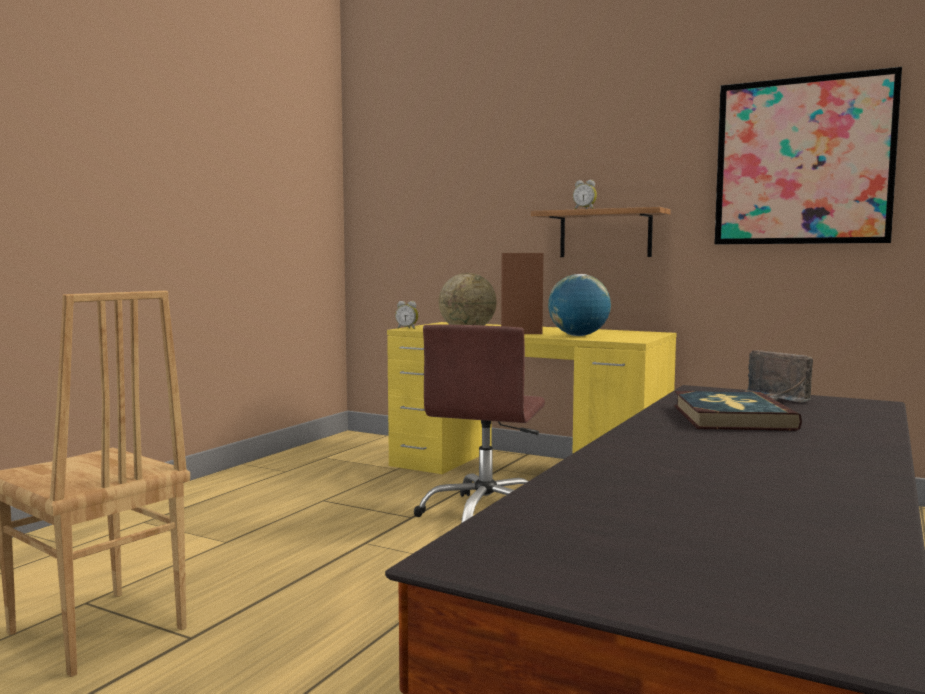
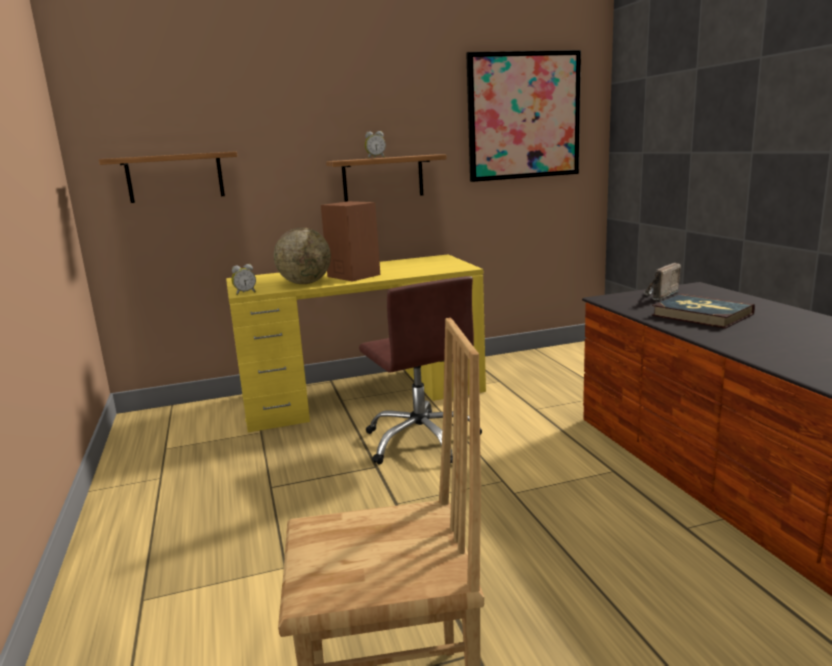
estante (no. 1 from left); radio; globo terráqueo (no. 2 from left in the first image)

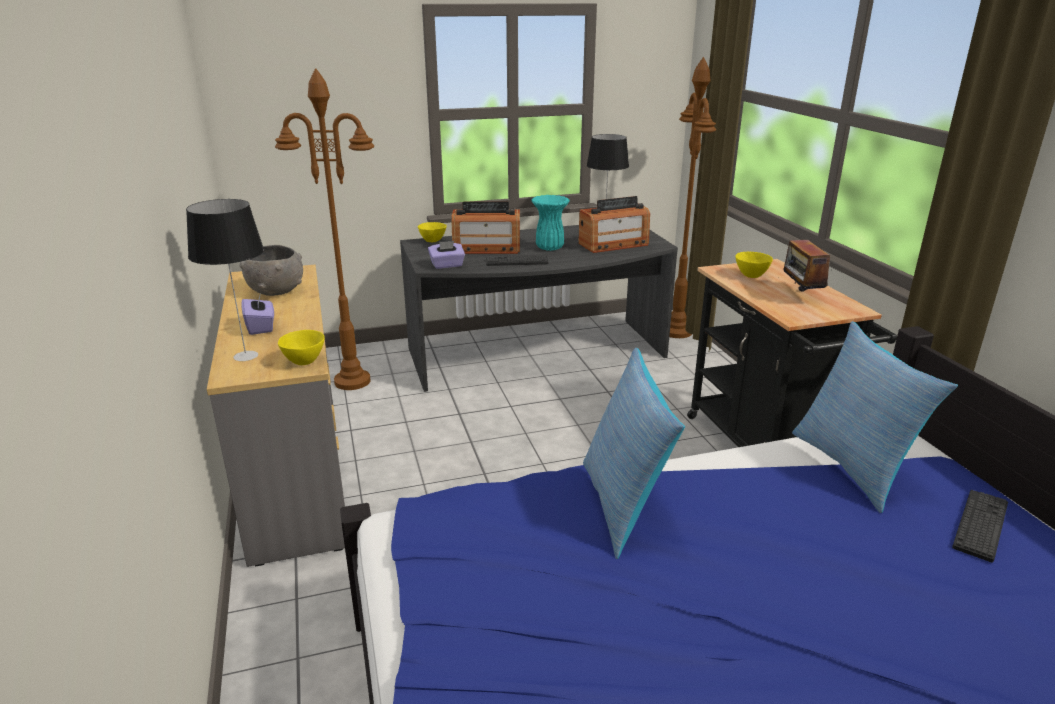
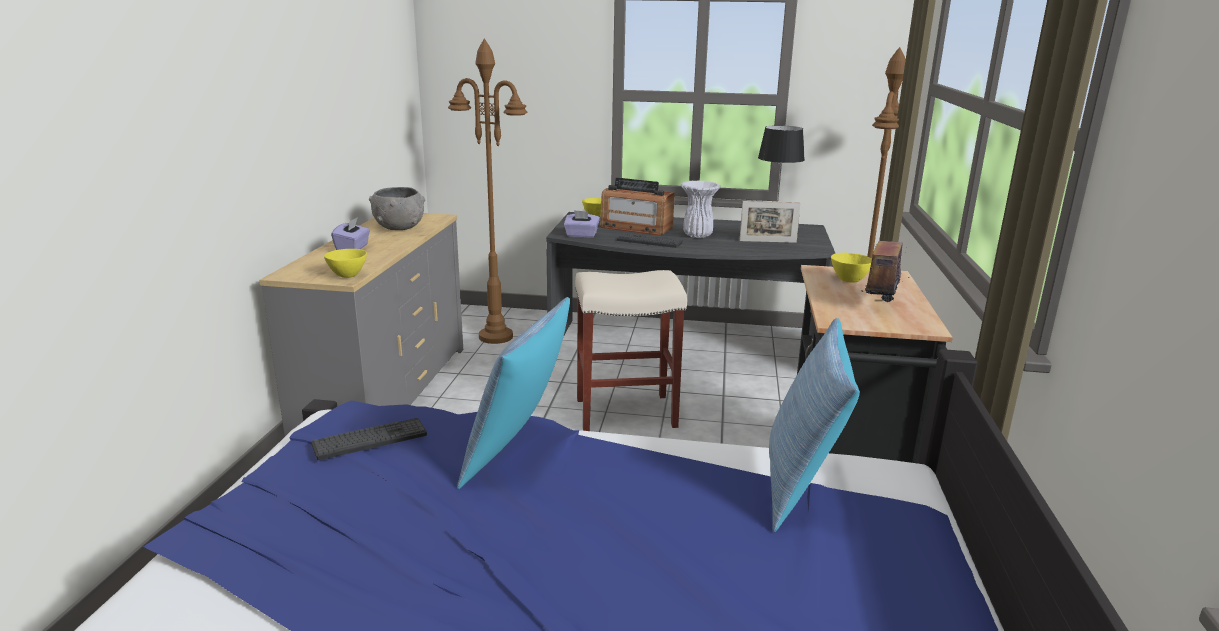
teclado (no. 1 from left); taburete (beis); florero (blanco); portarretratos; lámpara de mesa (no. 1 from left in the first image)

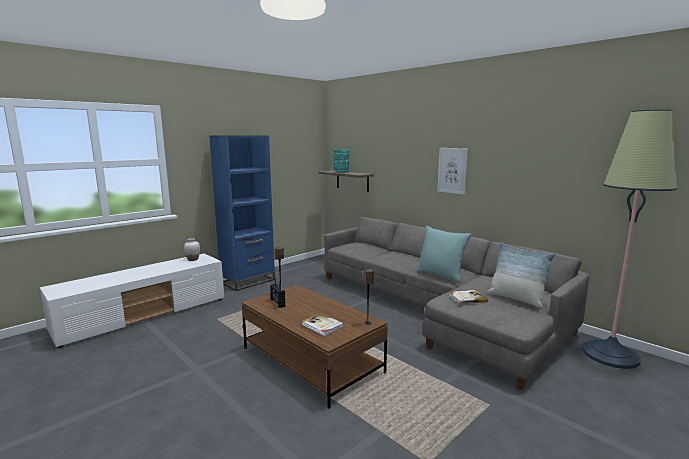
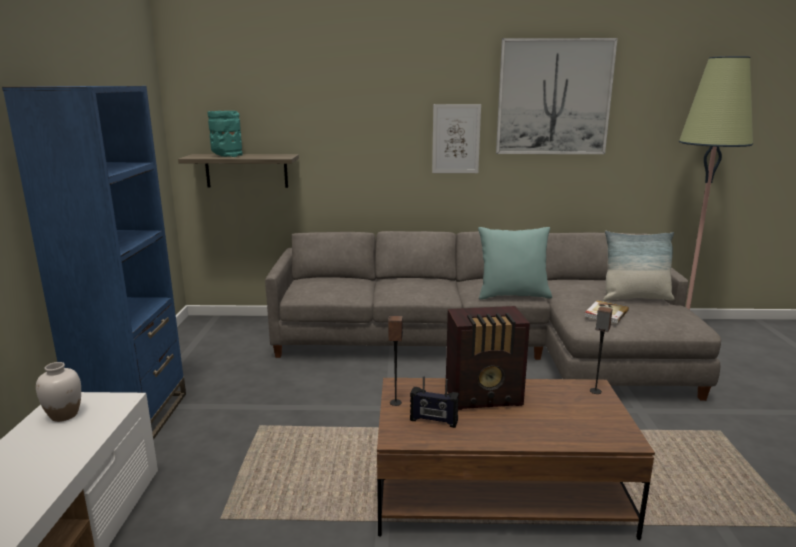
radio (no. 2 from left); cuadro (no. 2 from left); libro (no. 1 from left in the first image)

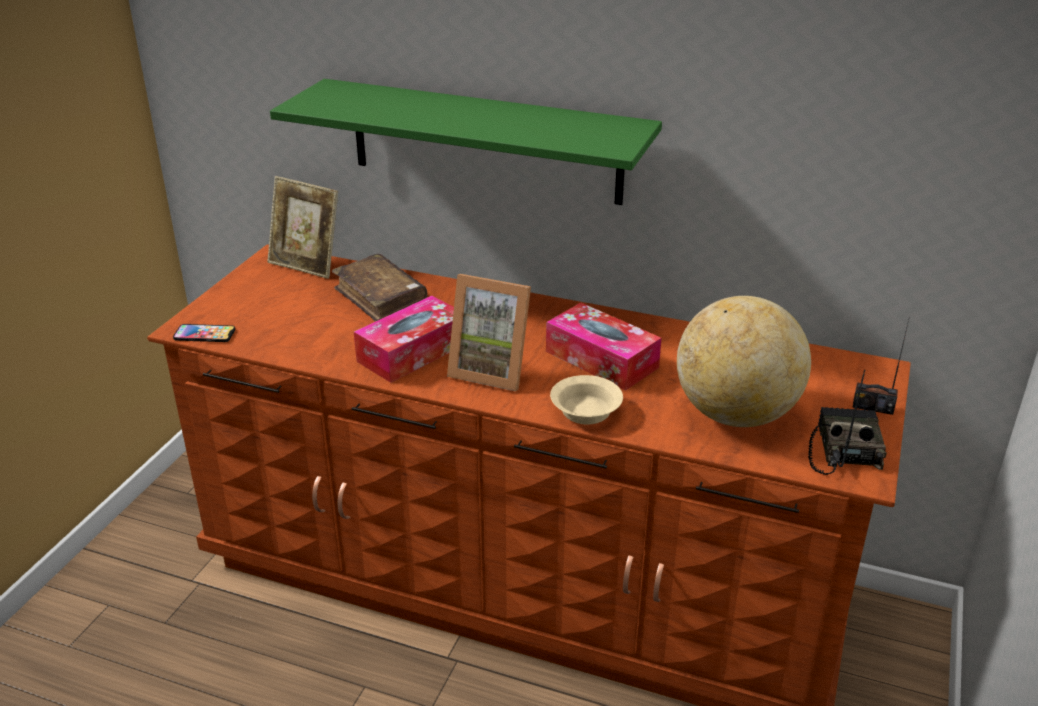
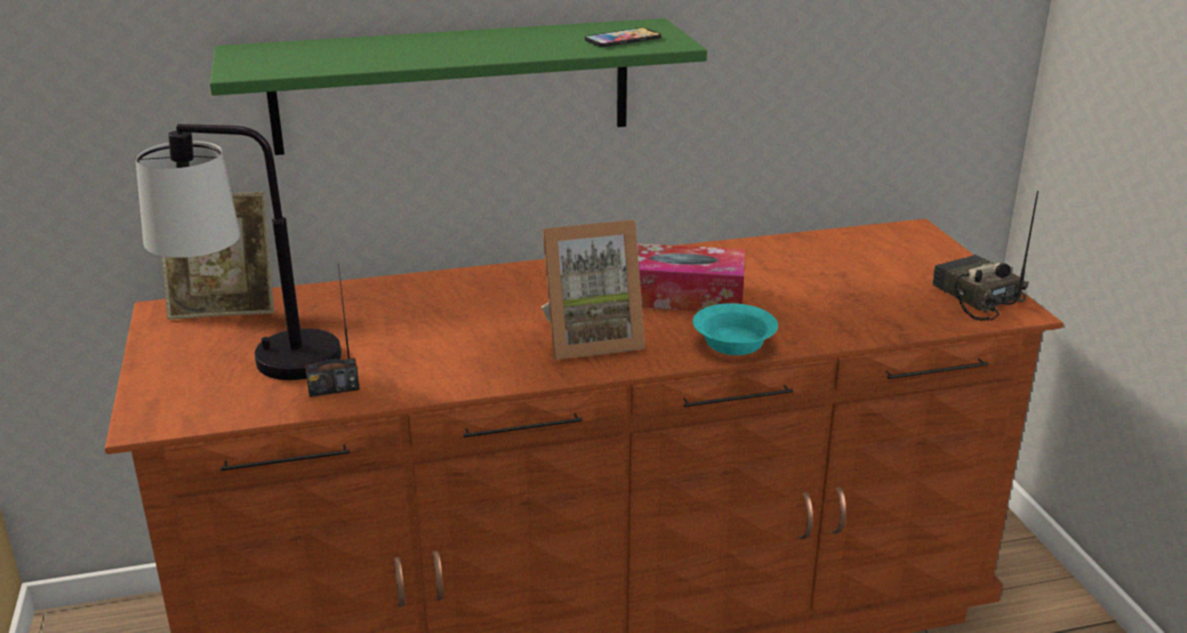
lámpara de mesa; radio (no. 1 from left); móvil; cuenco (turquesa); libro (marrón); caja de pañuelos (no. 1 from left in the first image); globo terráqueo

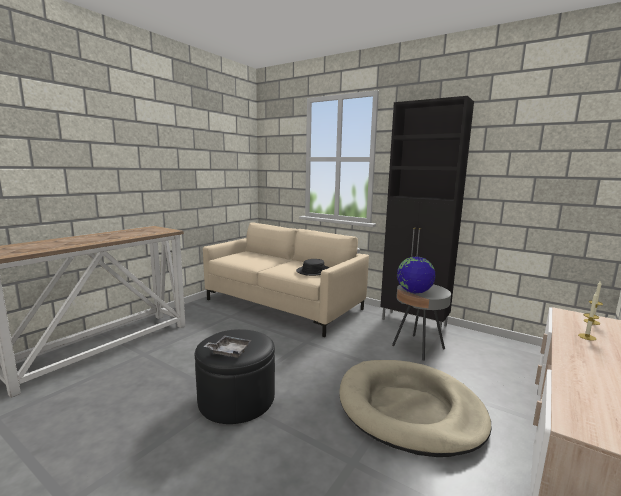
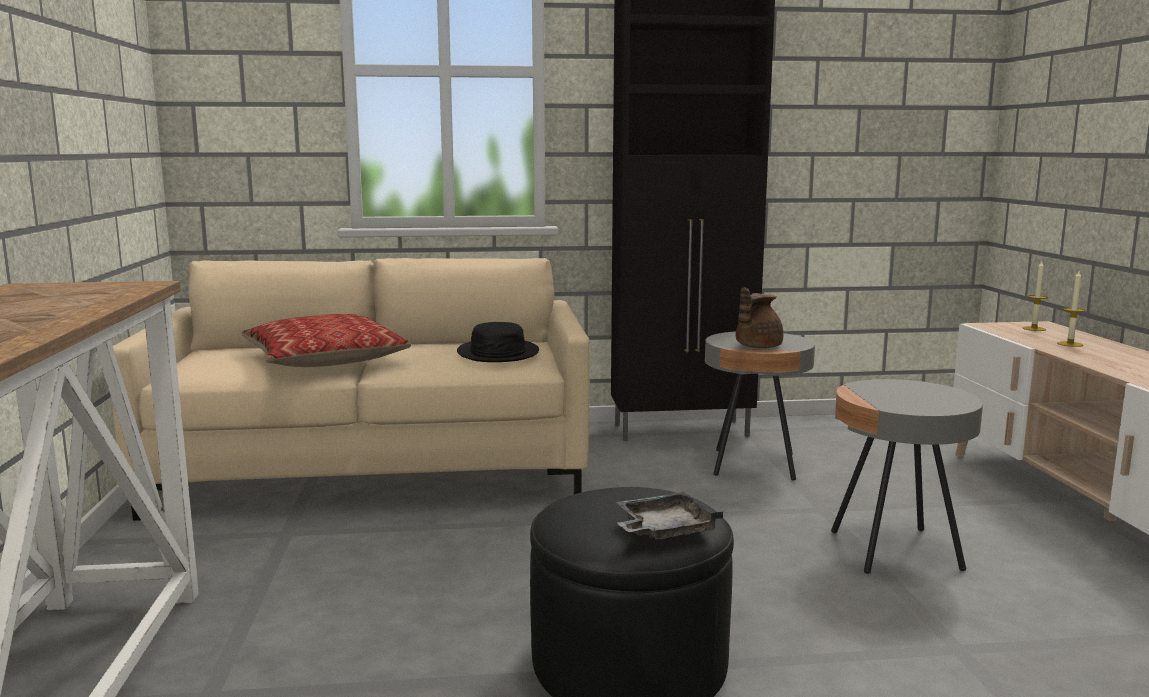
cojín; tetera (marrón); mesa auxiliar (gris) (no. 2 from left)

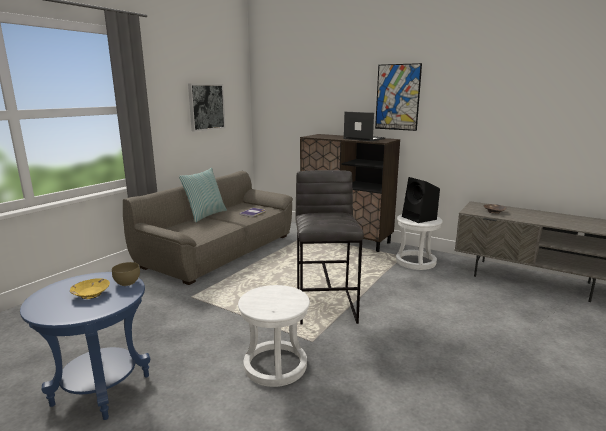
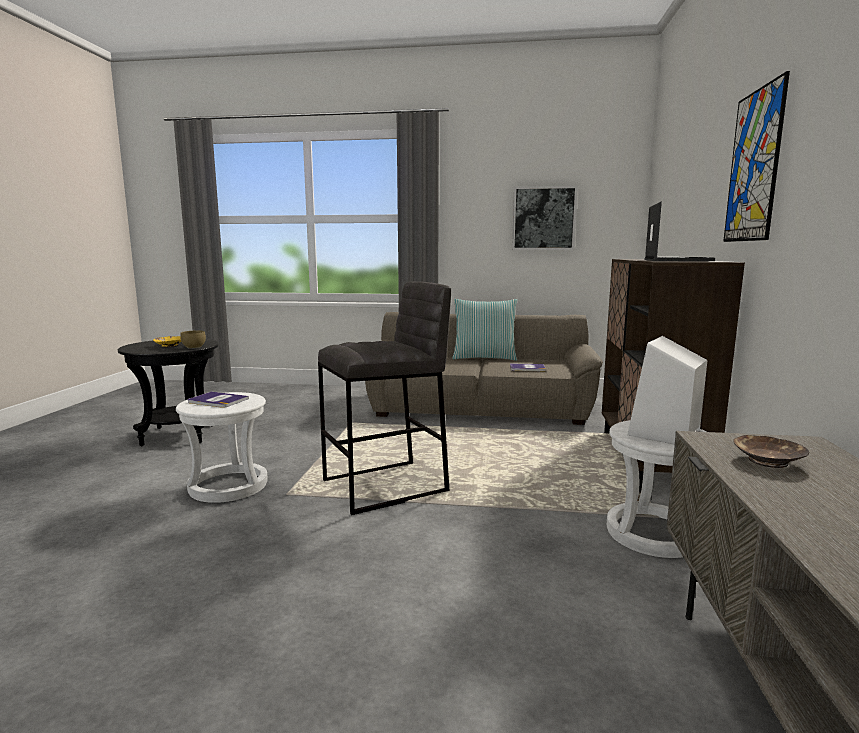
mesa auxiliar (negro); libro (no. 1 from left); altavoz (blanco)

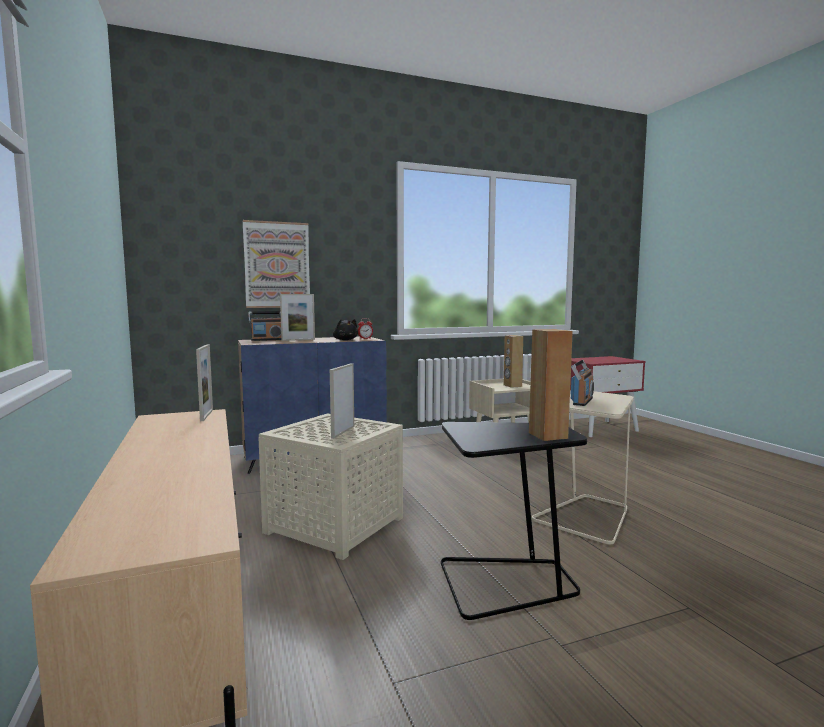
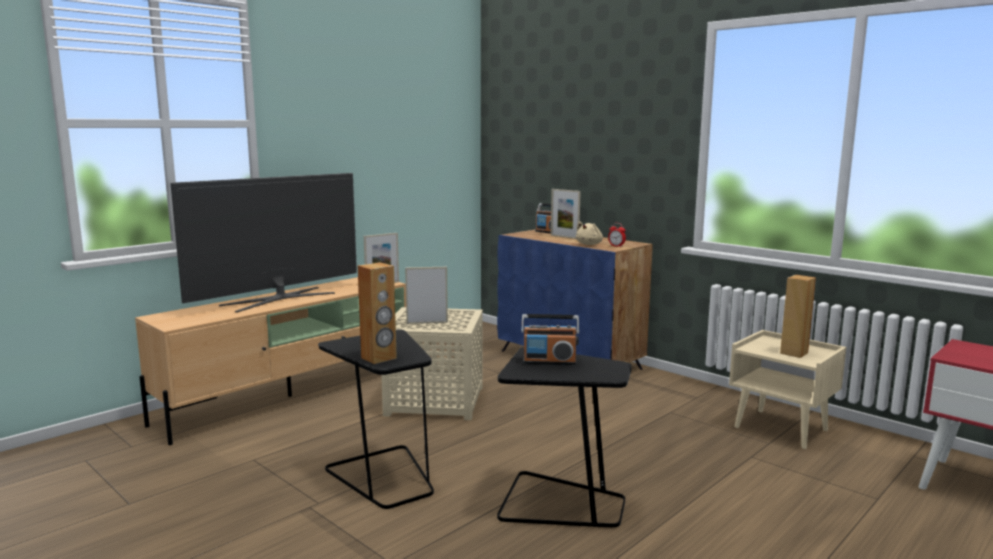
televisor; mesa auxiliar (negro) (no. 2 from left); peluche (beis); cuadro

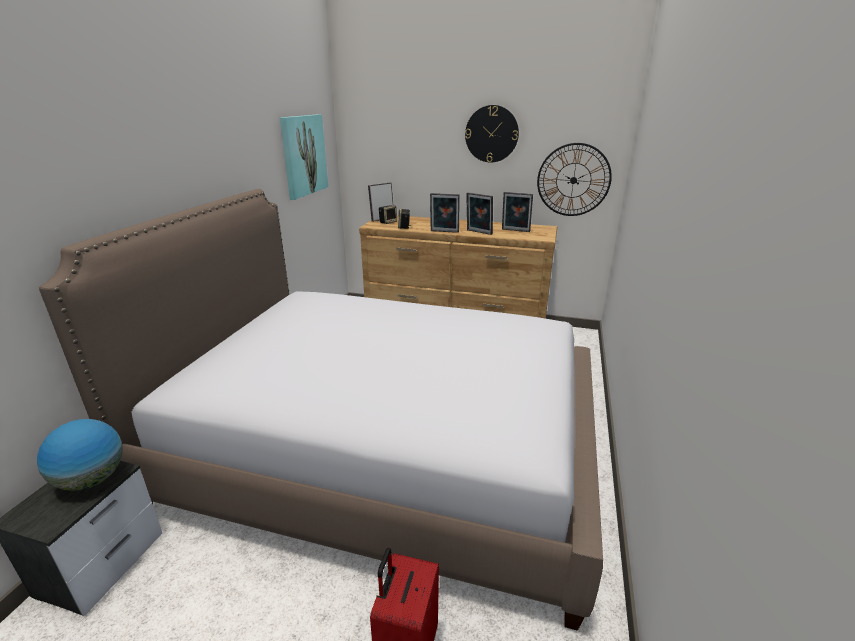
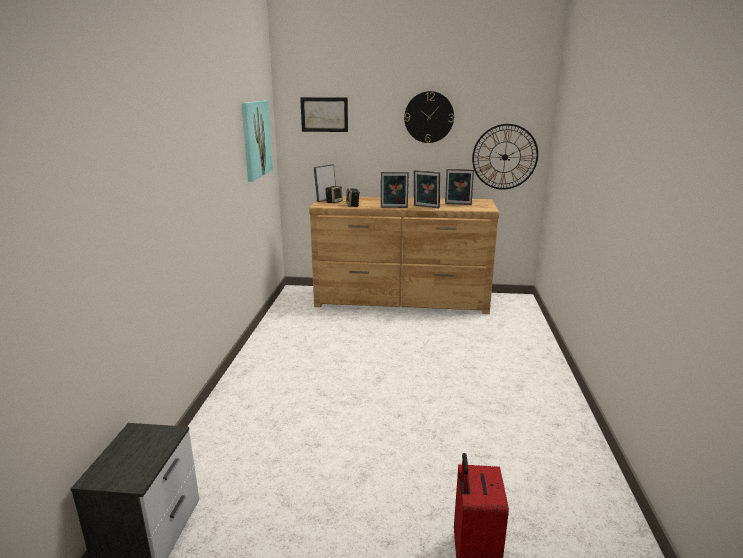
cuadro (no. 2 from left); globo terráqueo; cama

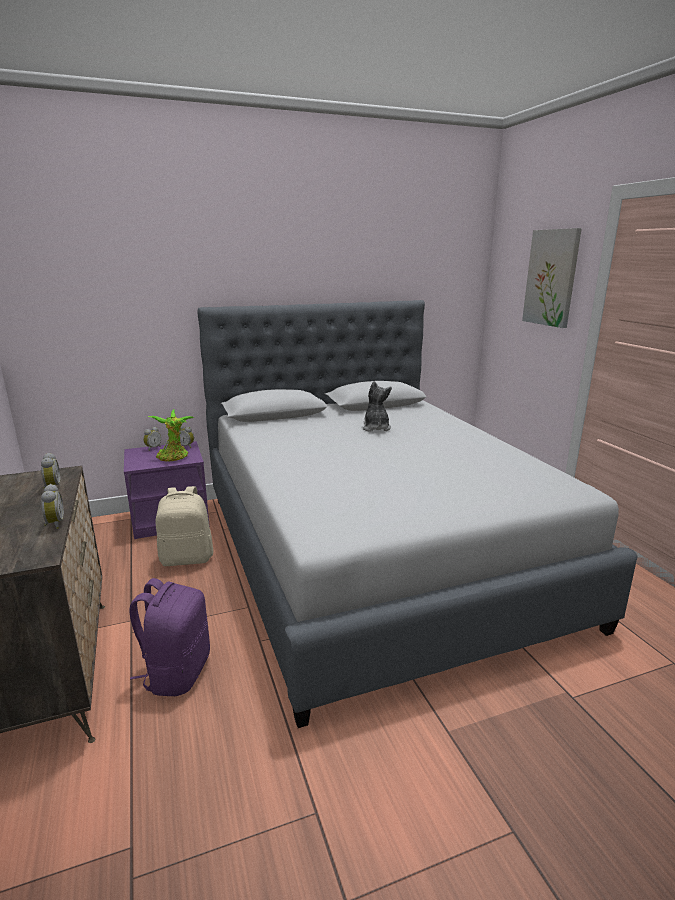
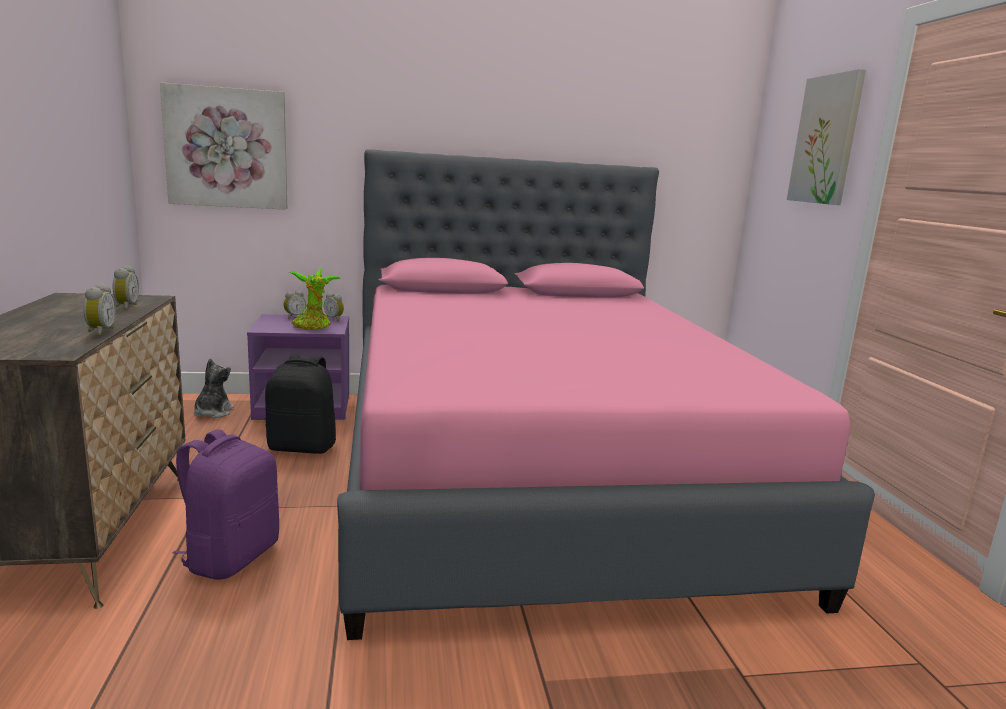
cuadro (no. 1 from left); peluche; mochila (negro); cama (rosa)

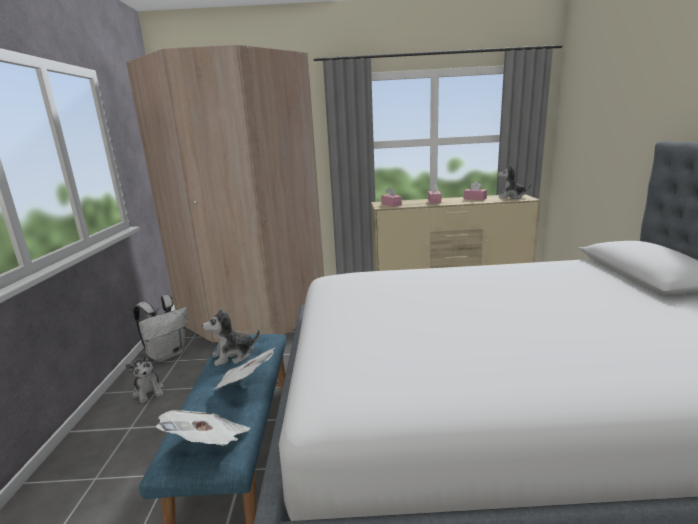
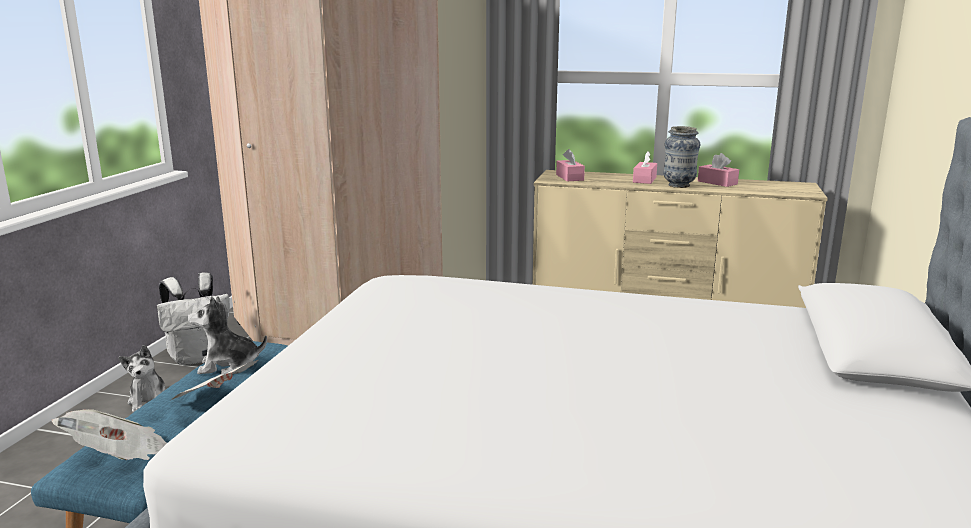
florero; peluche (no. 3 from left in the first image)

